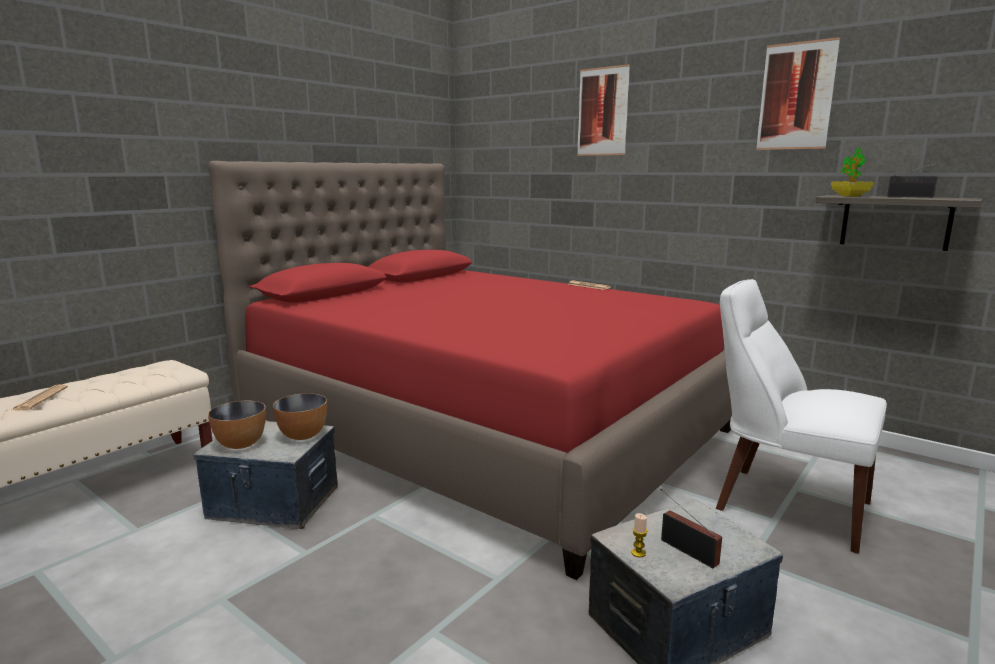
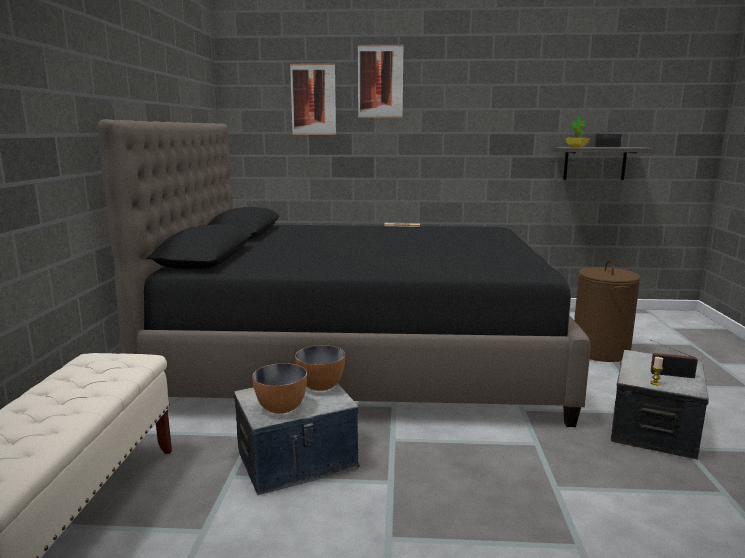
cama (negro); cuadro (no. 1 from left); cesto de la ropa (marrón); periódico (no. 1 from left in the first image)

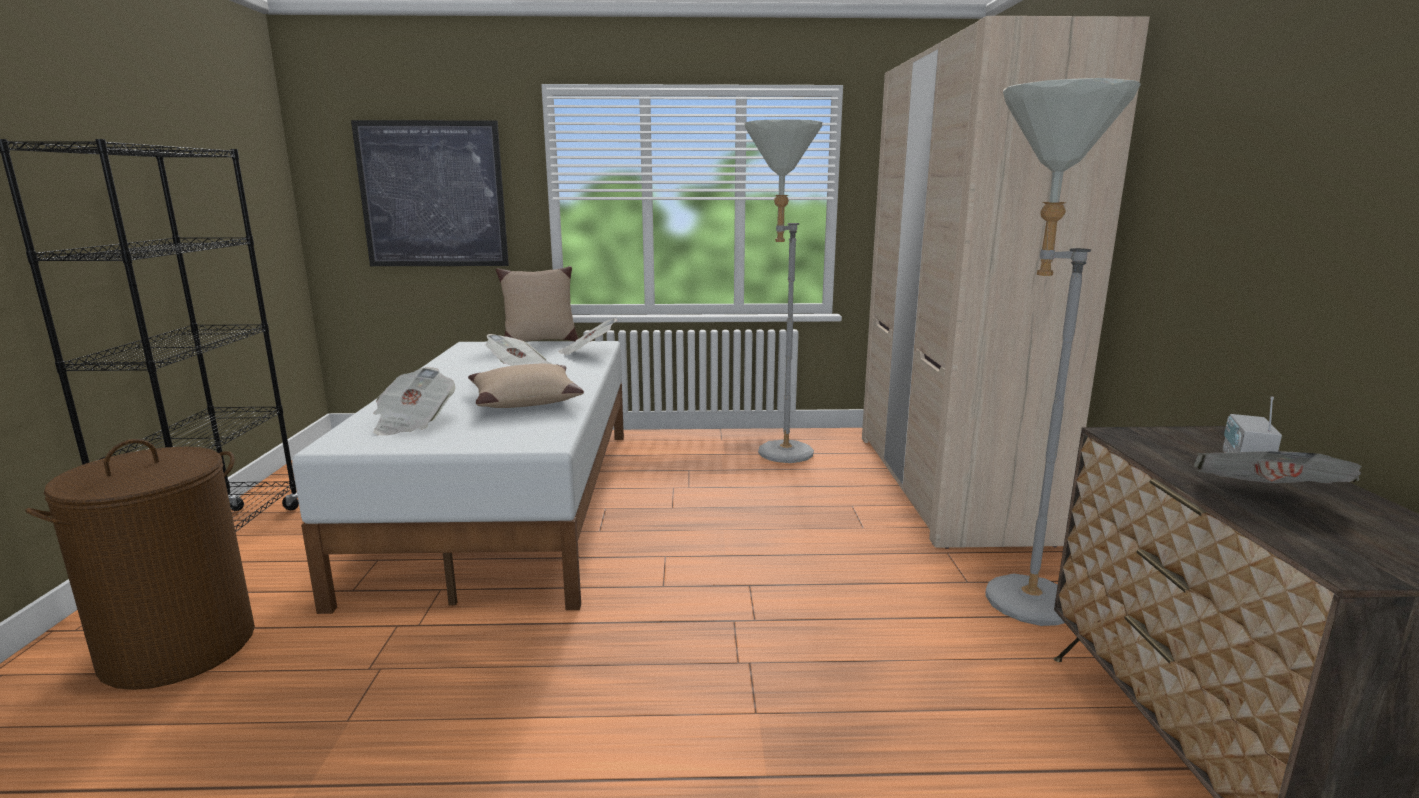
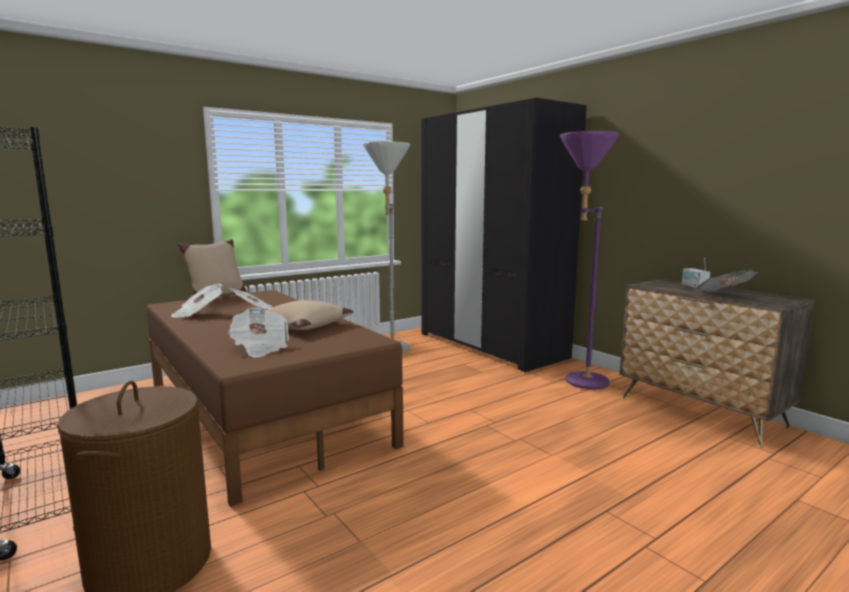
cama (marrón); periódico (no. 1 from left); armario ropero (negro); lámpara de pie (morado); cuadro

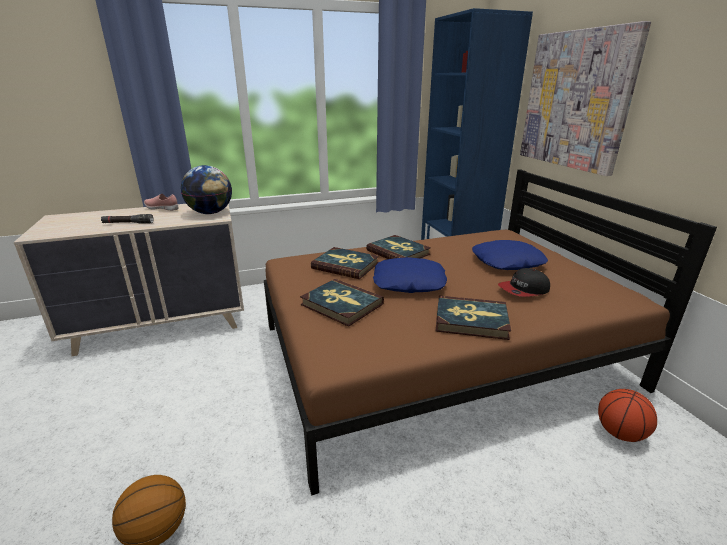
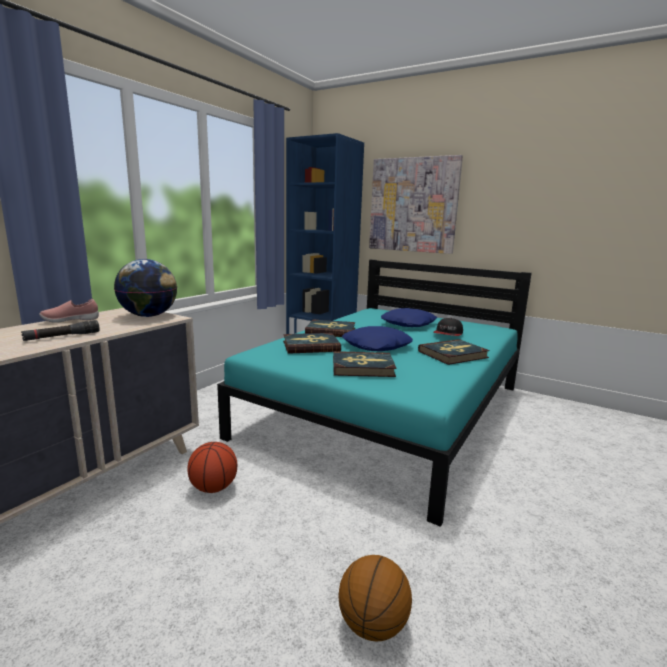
balón de baloncesto (no. 1 from left); cama (turquesa)

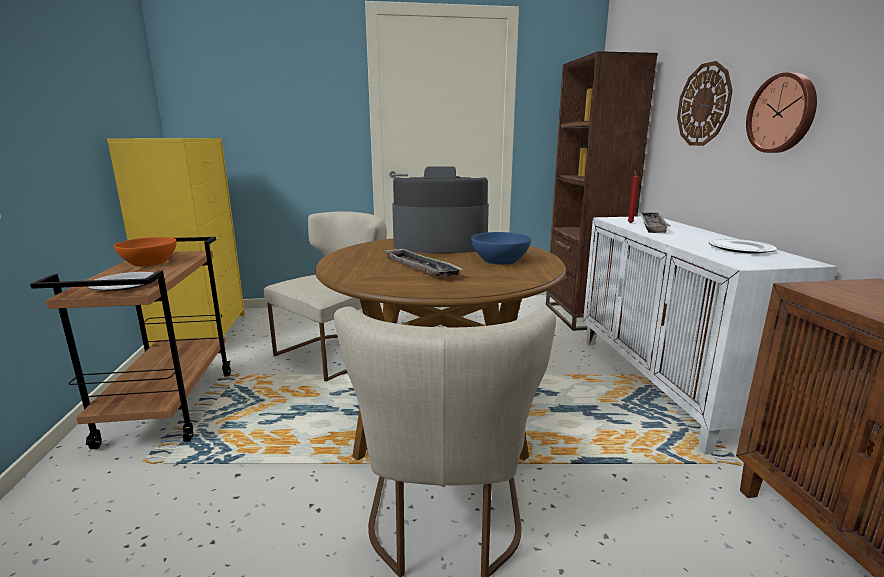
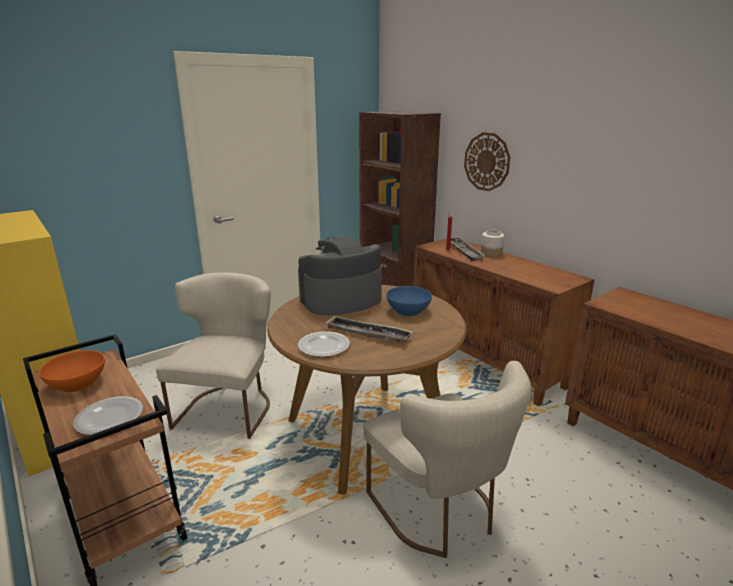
plato (no. 2 from left); armario (marrón) (no. 1 from left); tarro; reloj de pared (no. 2 from left in the first image)

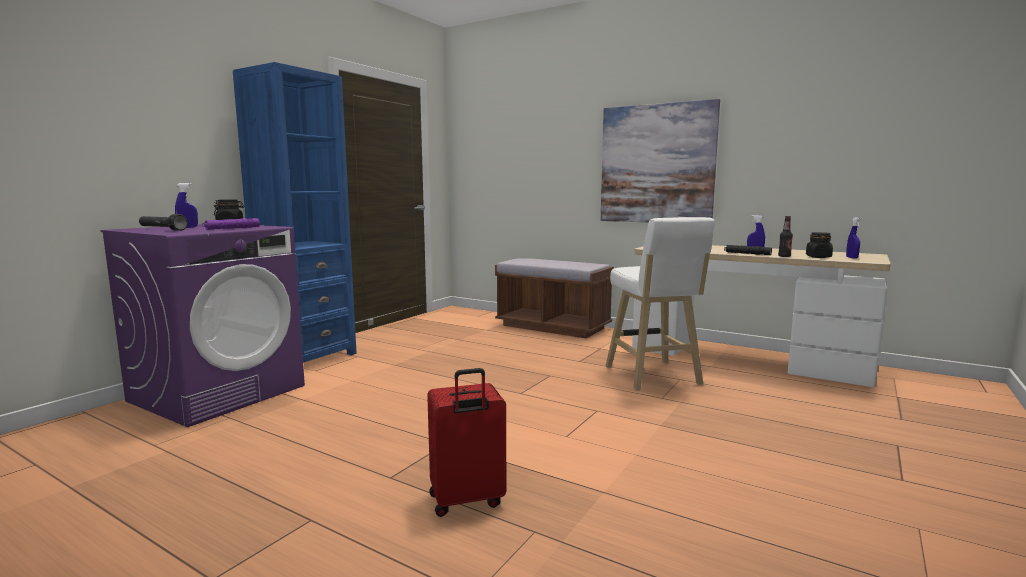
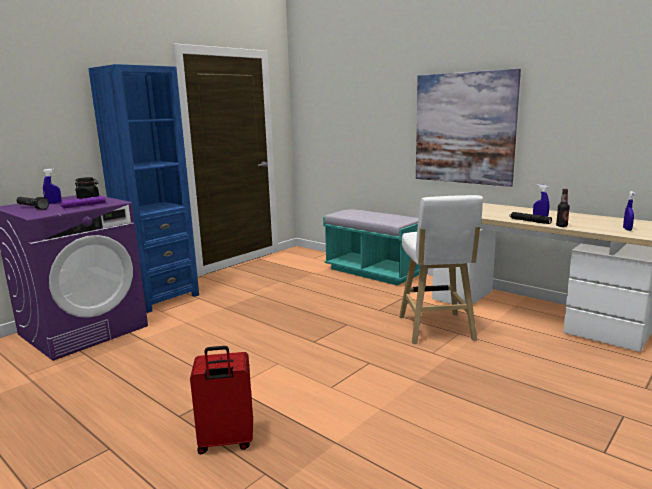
banco (turquesa); tarro (negro) (no. 2 from left in the first image)

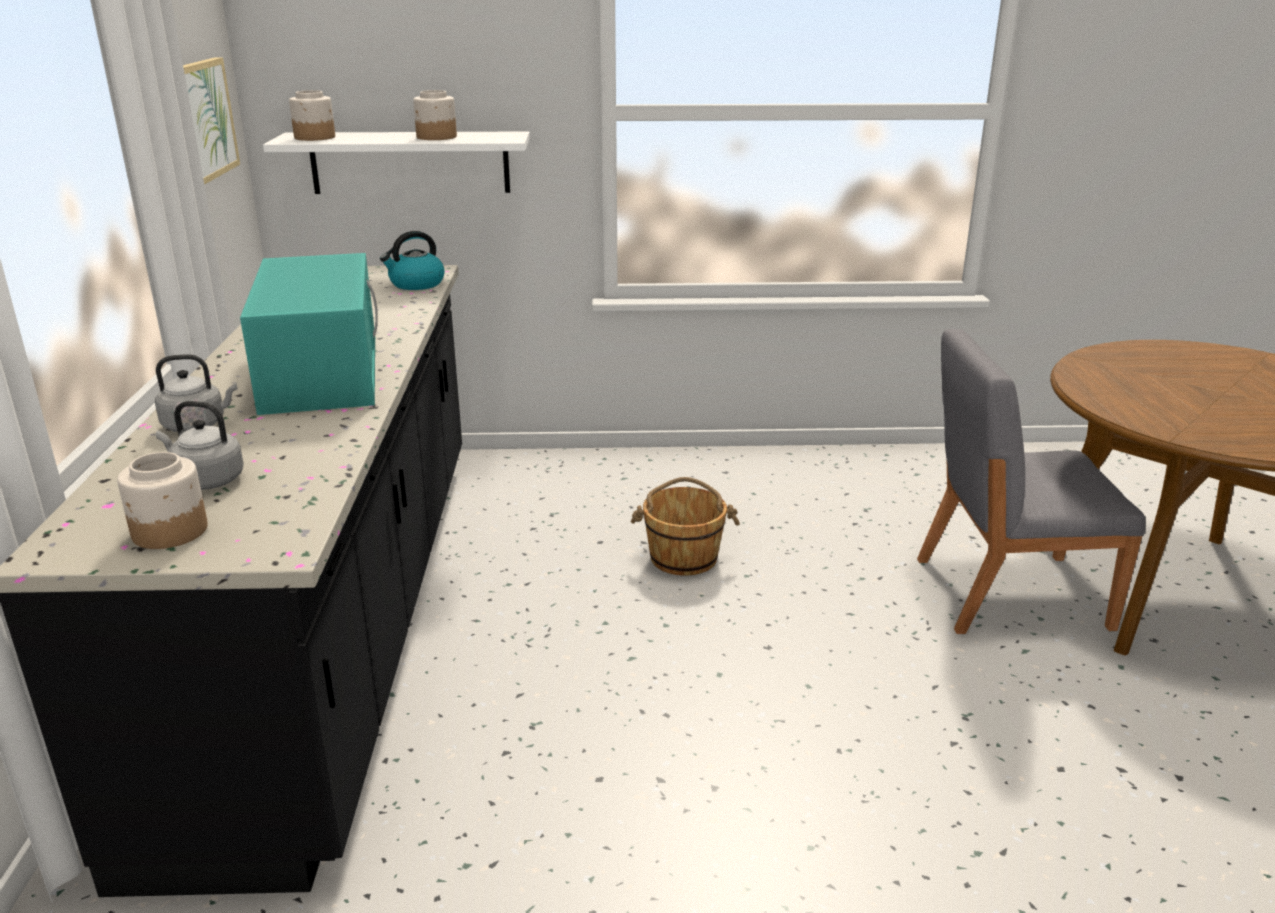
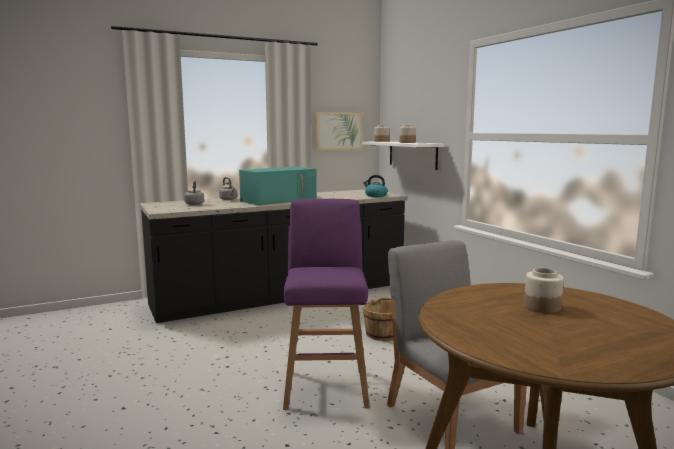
taburete (morado); tarro (no. 3 from left)

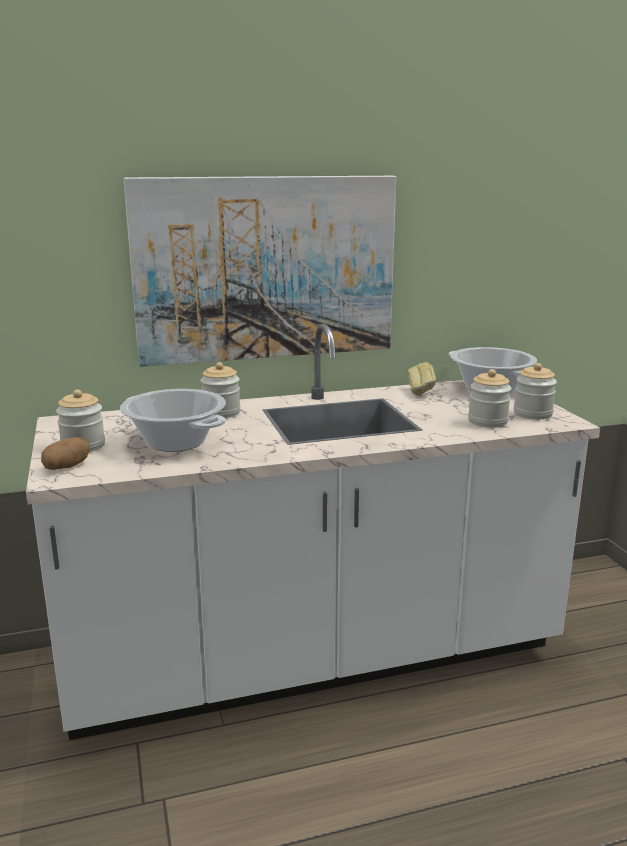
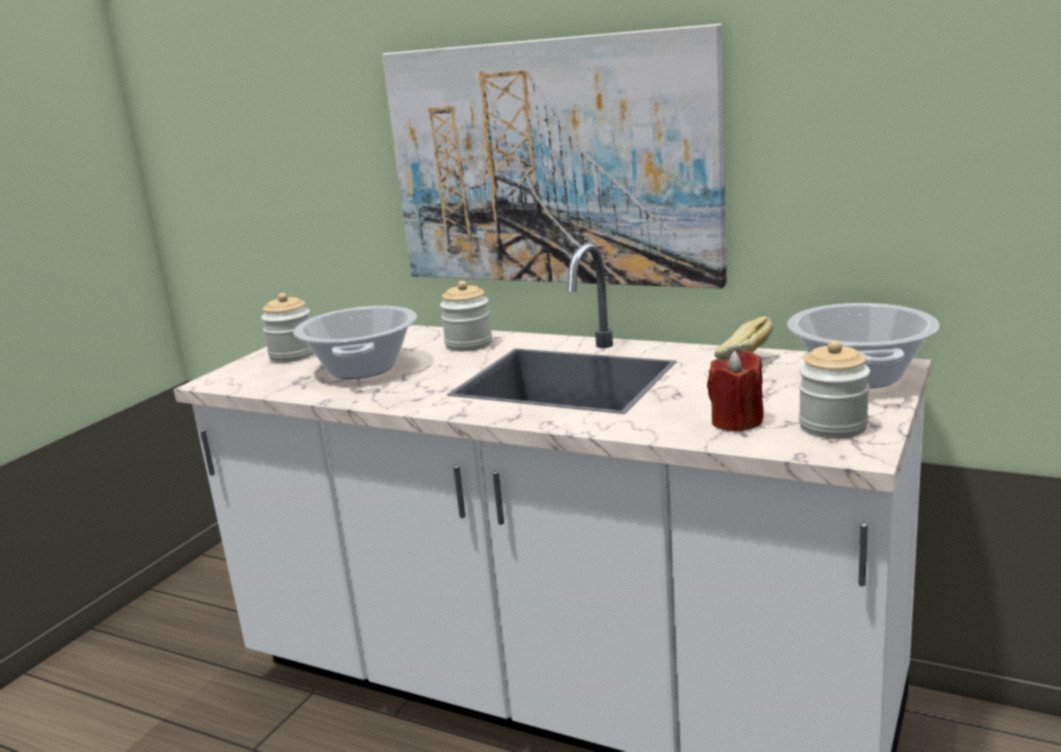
vela (rojo); patata

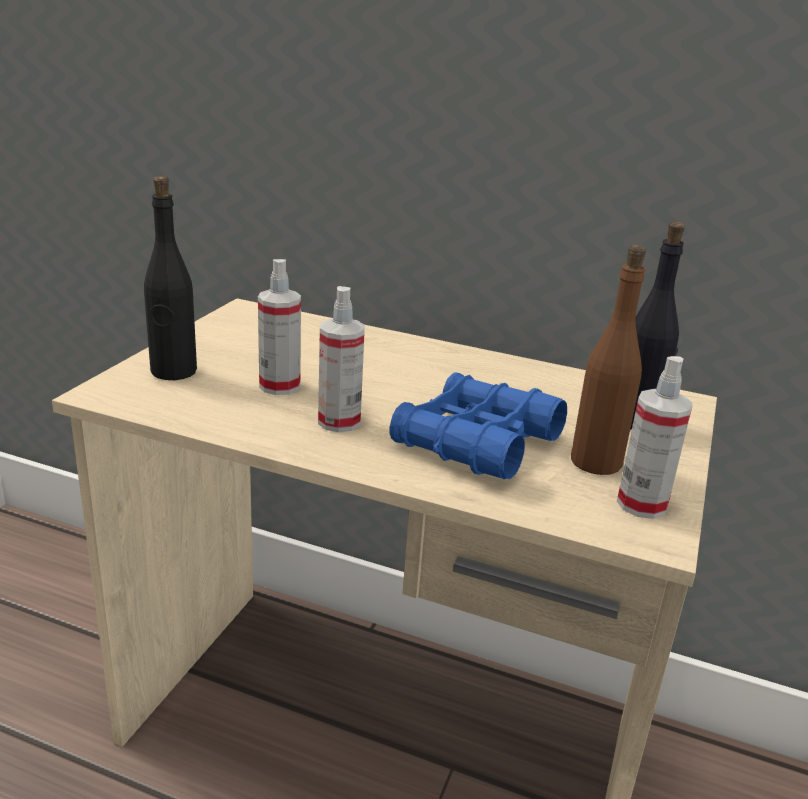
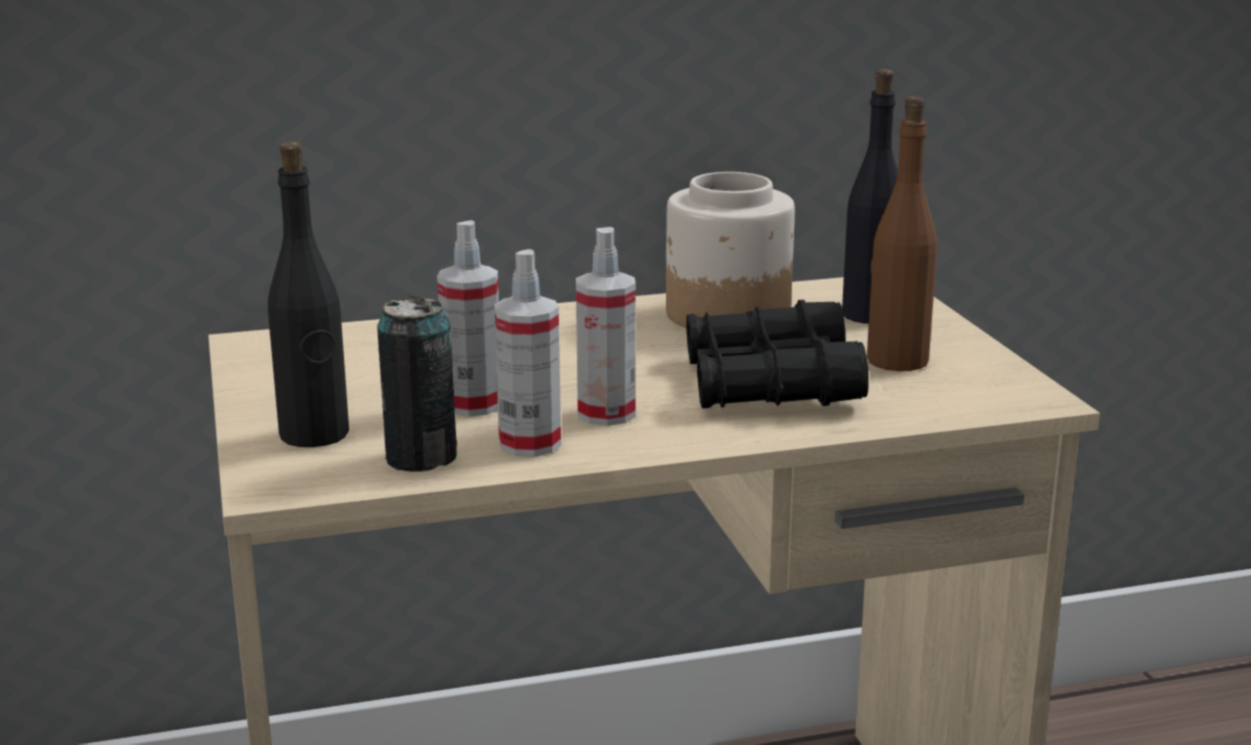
lata; pulverizador (no. 2 from left); tarro; prismáticos (negro)

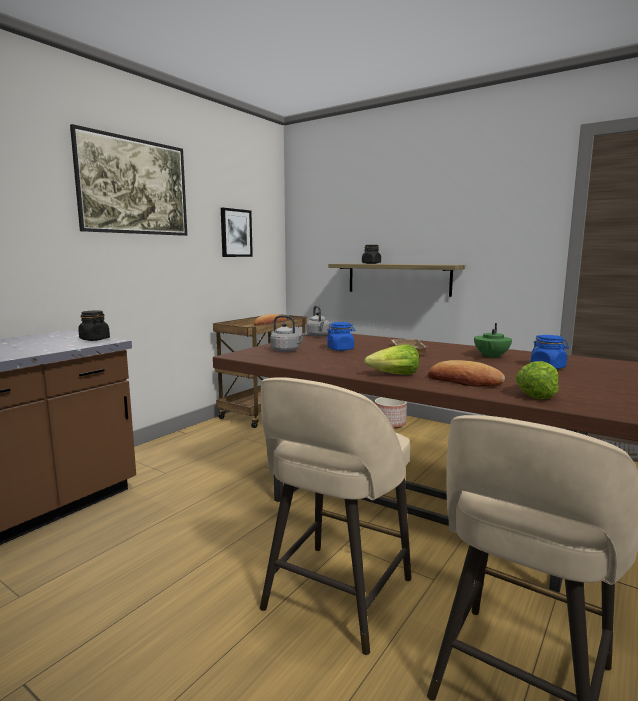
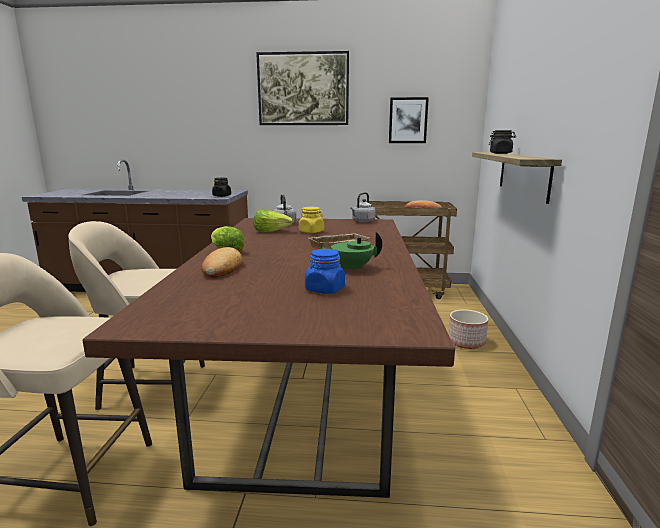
lechuga (no. 2 from left); tarro (amarillo)

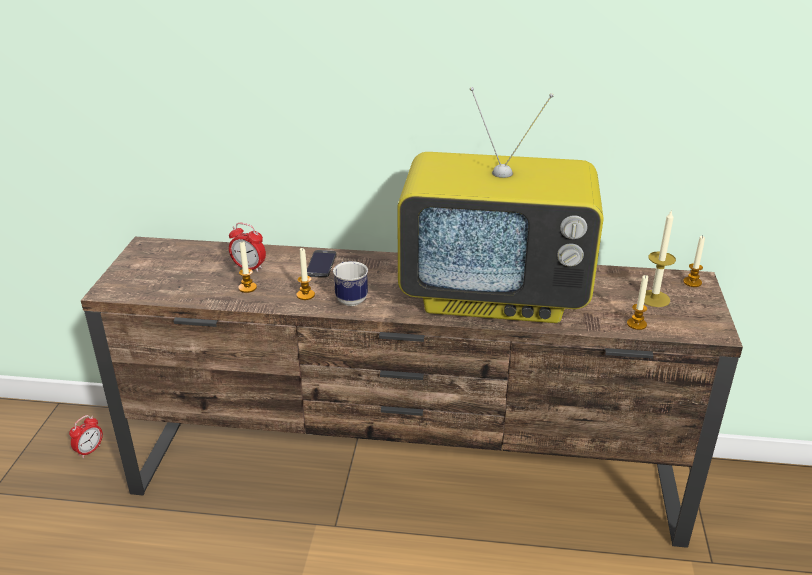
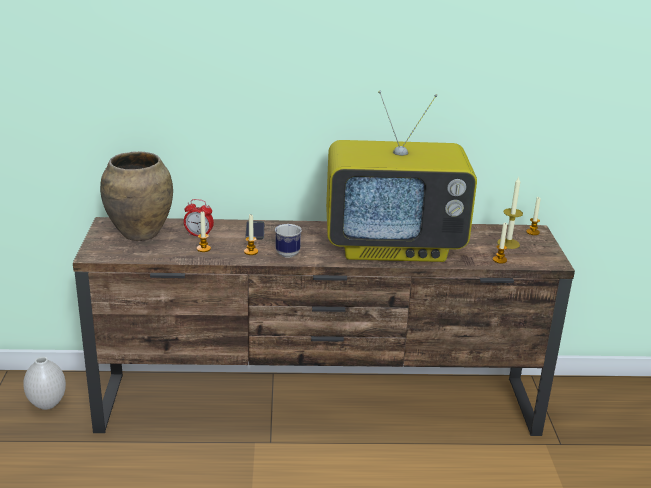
florero (blanco); florero (marrón)

